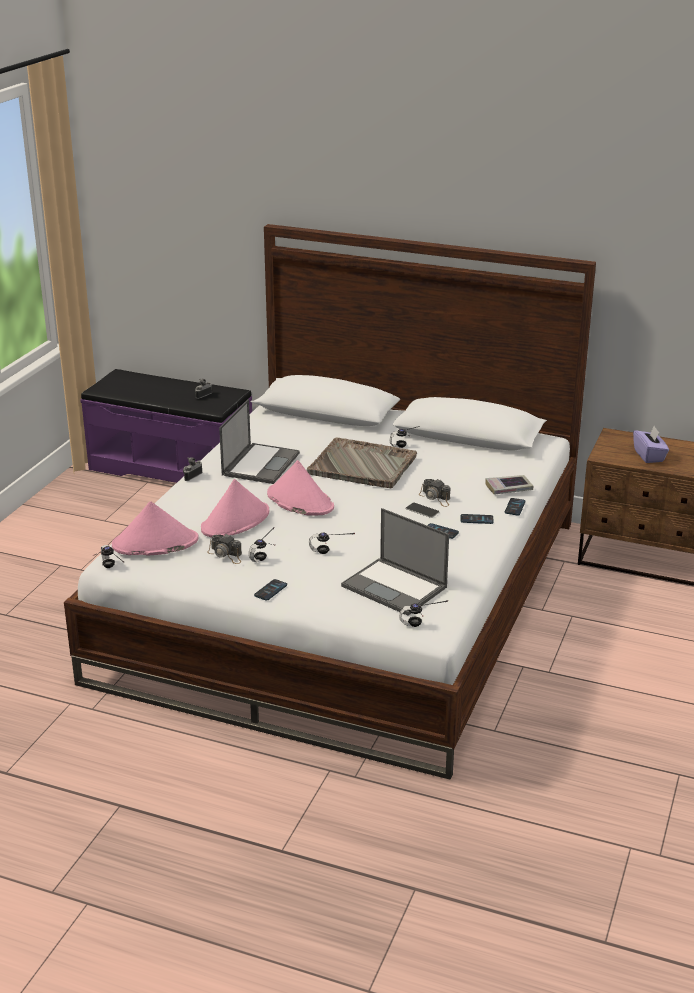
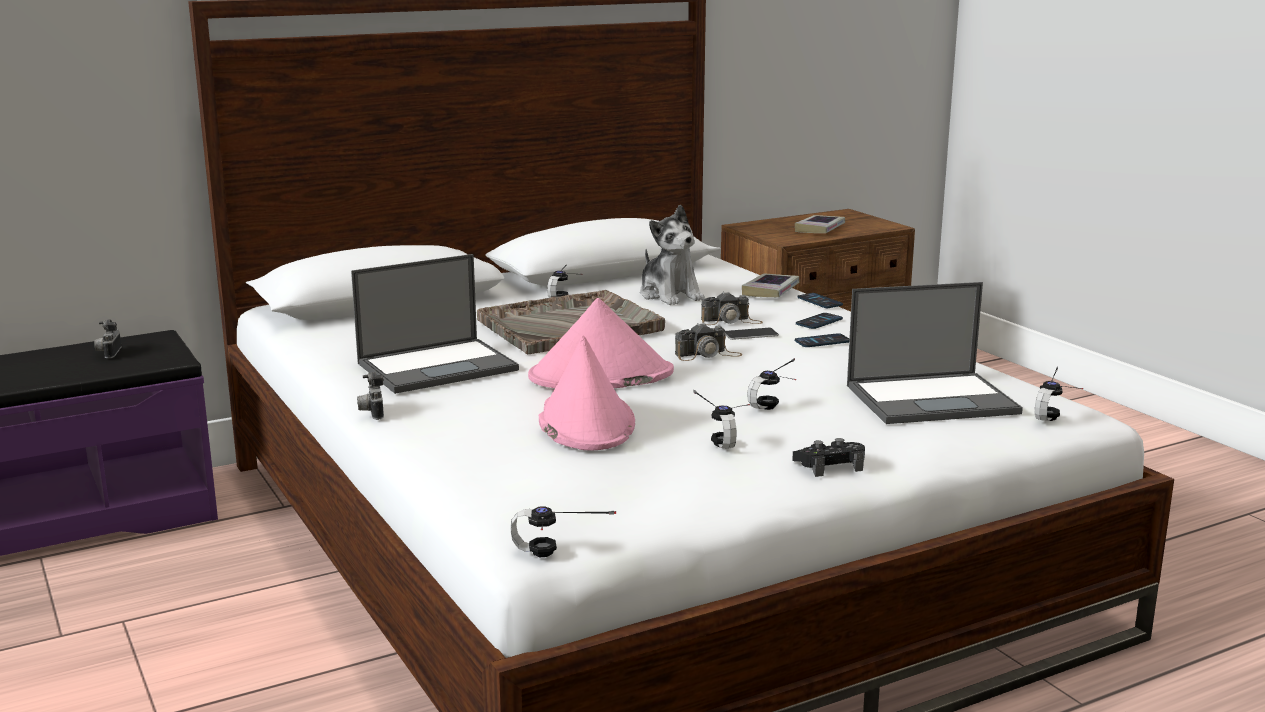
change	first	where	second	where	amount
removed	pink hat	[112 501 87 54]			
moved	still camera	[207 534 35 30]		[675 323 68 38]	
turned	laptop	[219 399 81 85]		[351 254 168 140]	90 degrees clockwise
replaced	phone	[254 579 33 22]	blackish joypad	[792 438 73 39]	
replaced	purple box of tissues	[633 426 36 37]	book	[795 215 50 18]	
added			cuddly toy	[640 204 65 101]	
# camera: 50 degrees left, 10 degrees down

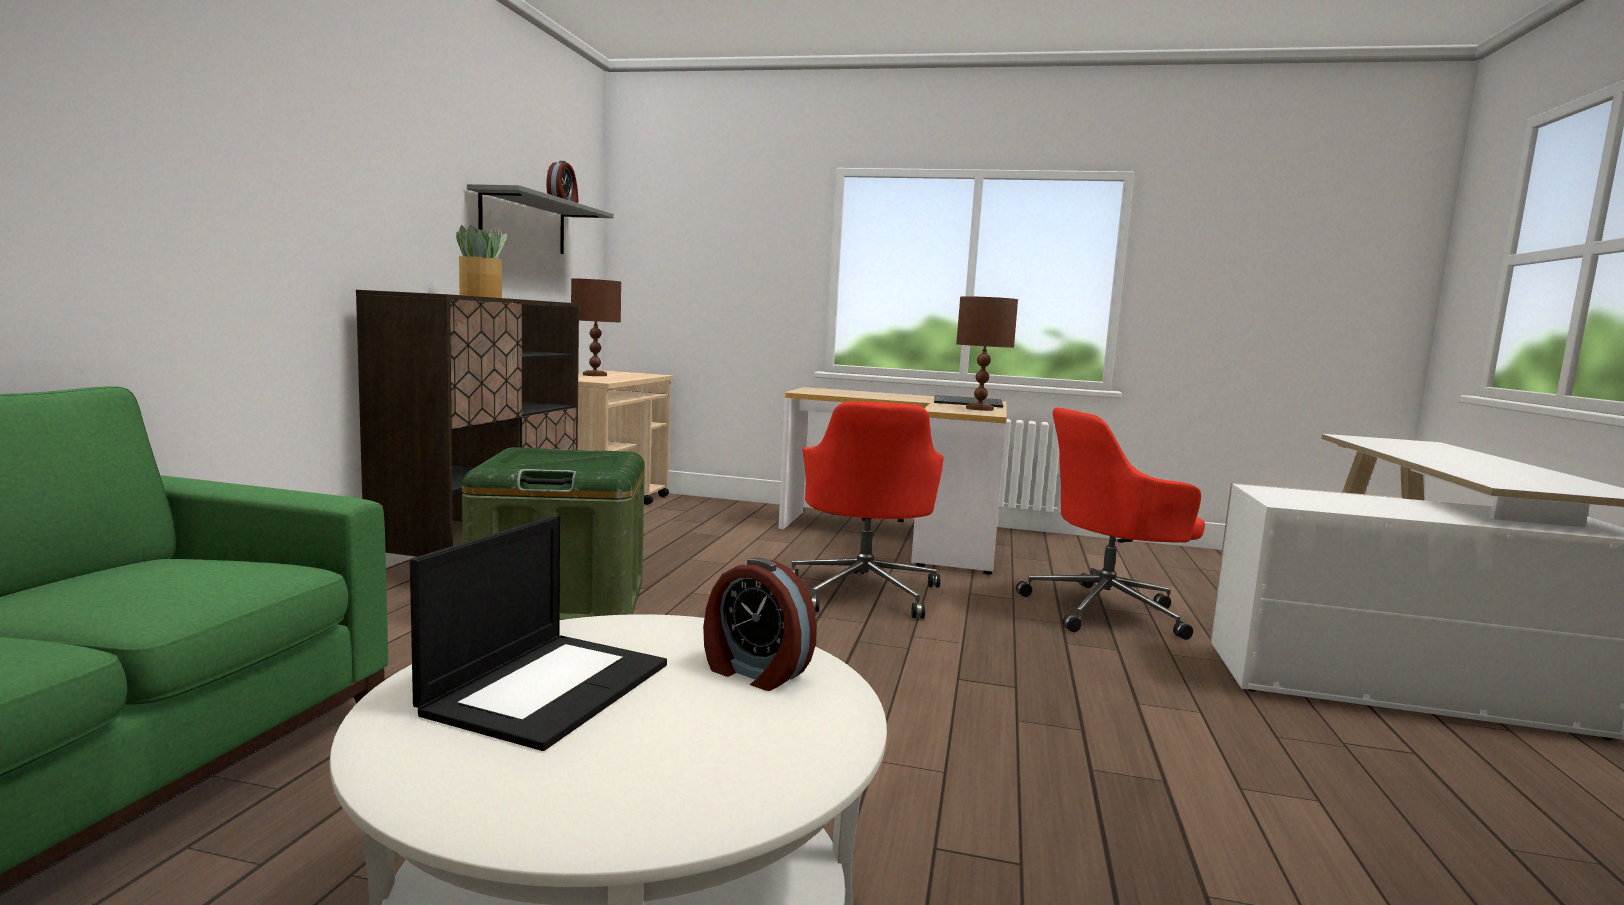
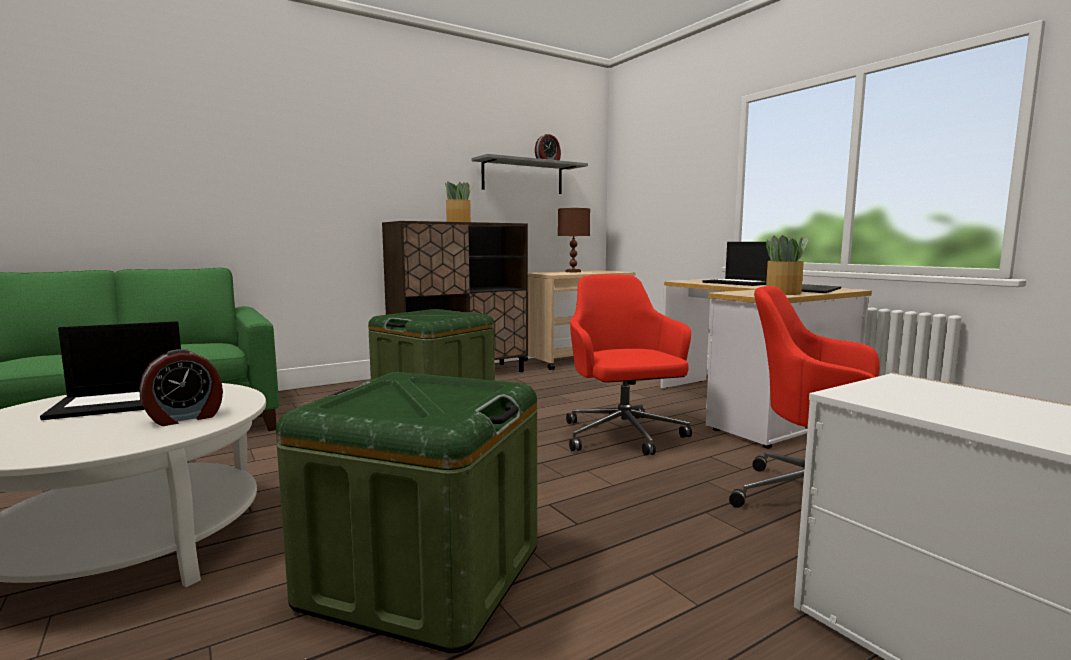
change	first	where	second	where	amount
turned	bedside clock	[703 557 114 134]		[139 349 84 77]	120 degrees counterclockwise
turned	red desk chair	[790 401 154 218]		[566 274 126 182]	120 degrees clockwise
replaced	brown lamp for a table	[956 296 62 115]	houseplant	[766 235 42 60]	
added			green storage box	[276 372 261 281]	
added			laptop	[702 242 69 44]	
# camera: 45 degrees right, 0 degrees up

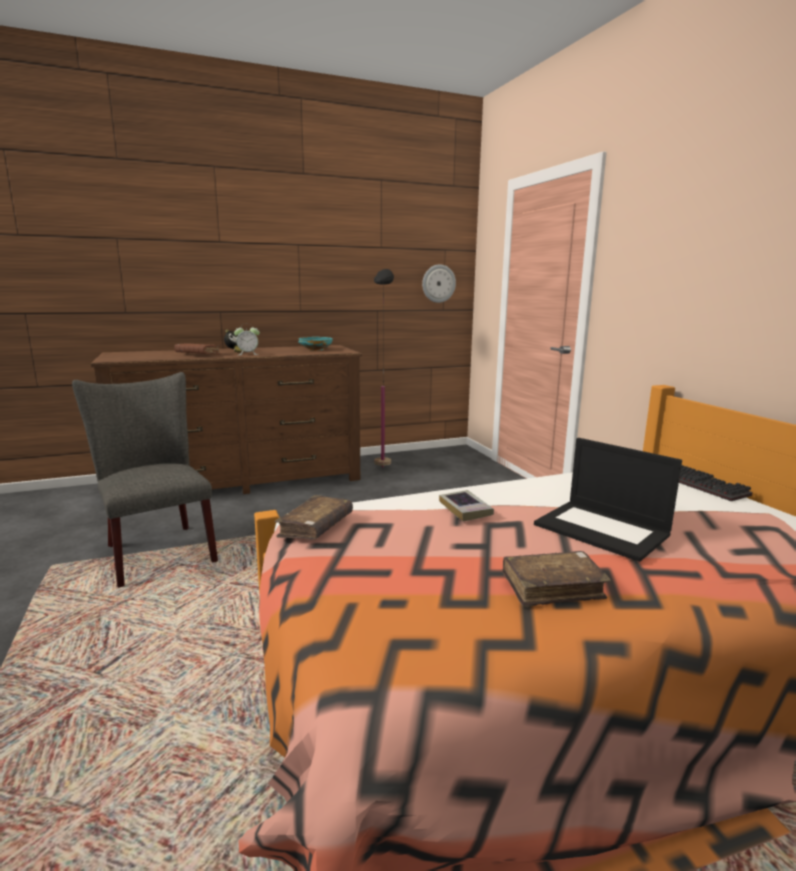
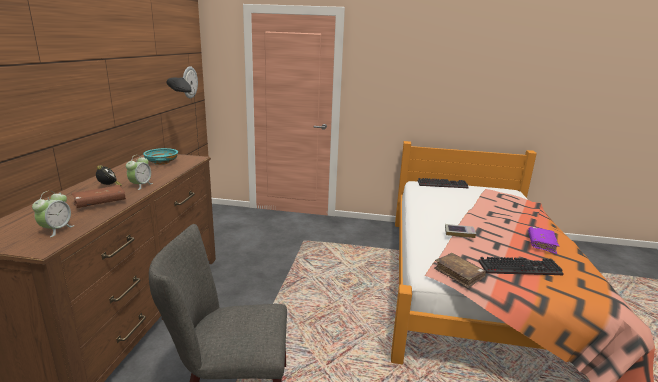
change	first	where	second	where	amount
recoloured	brown book	[503 551 108 56]	purple book	[528 227 32 27]	
removed	laptop	[534 438 148 124]			
added			bedside clock	[32 191 42 46]	
added			PC keyboard	[478 257 86 18]	
# camera: 60 degrees left, 5 degrees up

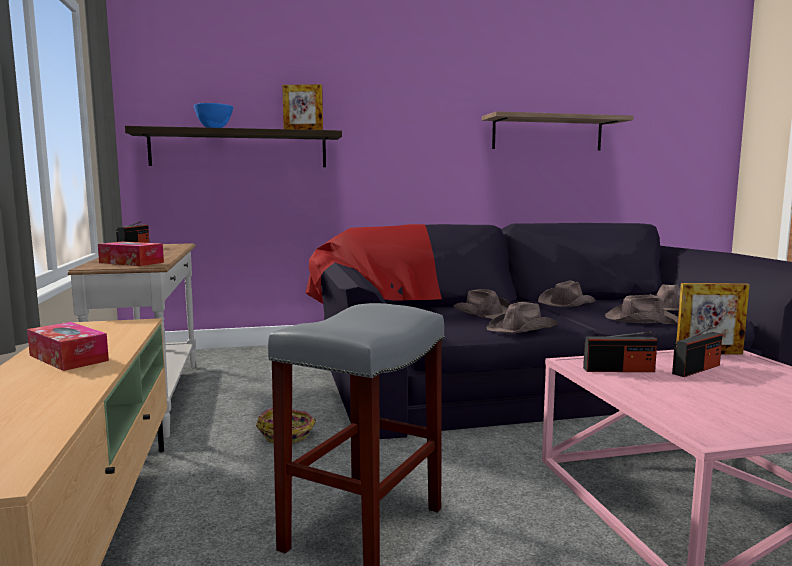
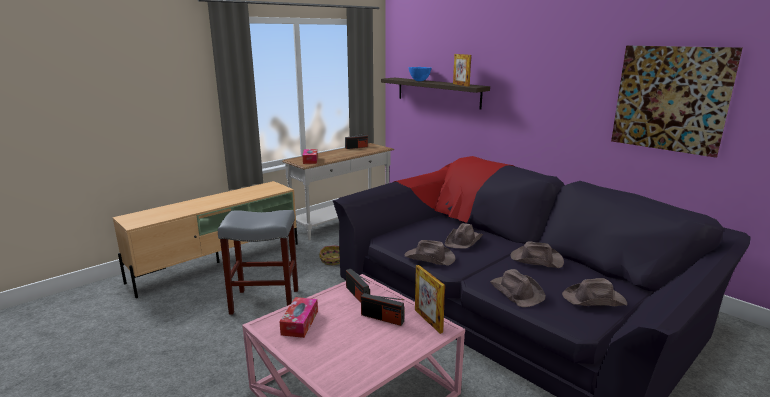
change	first	where	second	where	amount
moved	box of tissues	[27 322 82 49]		[279 297 39 41]	
replaced	bracket shelf	[482 111 151 40]	wall picture	[611 46 131 112]	
# camera: 60 degrees right, 10 degrees up

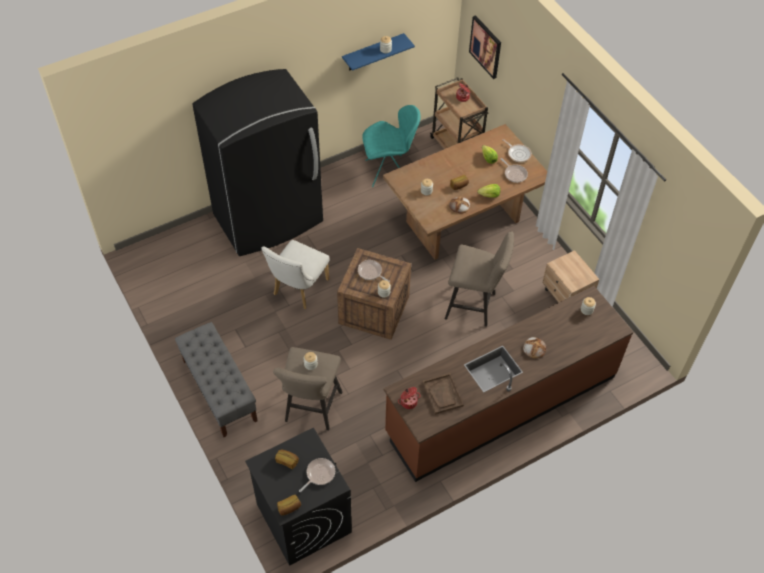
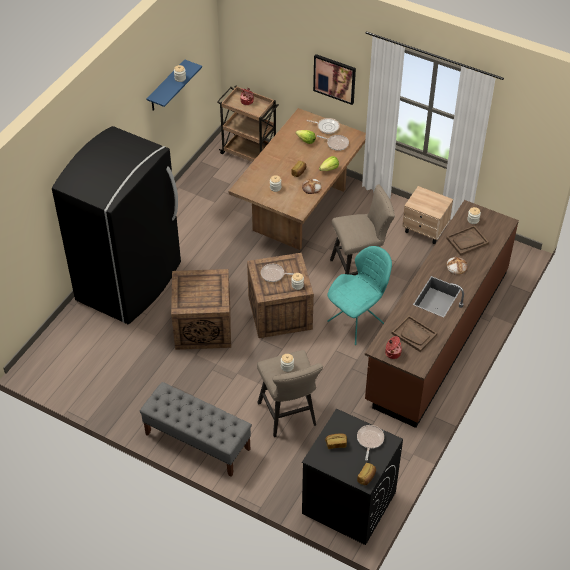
change	first	where	second	where	amount
replaced	white-coloured upright chair	[261 240 69 69]	packing crate	[171 269 60 81]	
moved	turquoise upright chair	[362 105 59 82]		[327 246 65 99]	
moved	wall picture	[469 15 32 64]		[313 54 43 51]	
added			brown carrying tray	[446 225 43 31]	
# camera: 30 degrees left, 5 degrees down

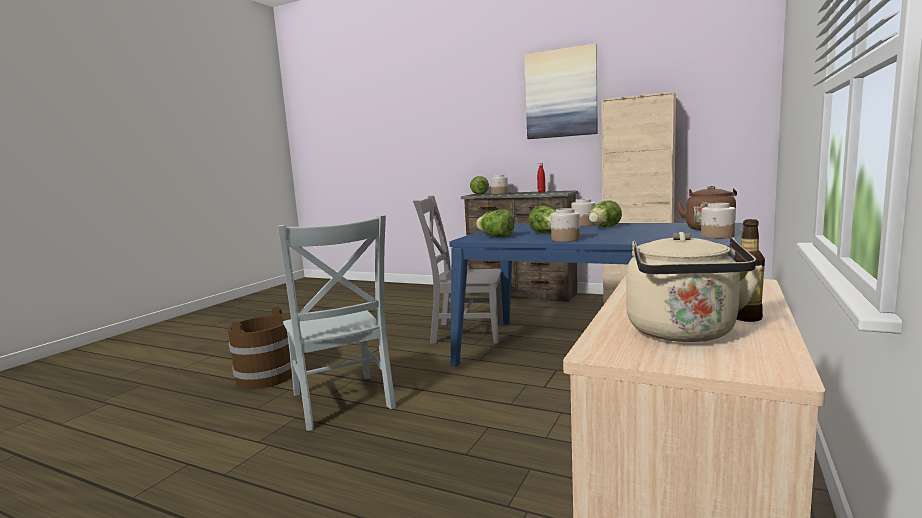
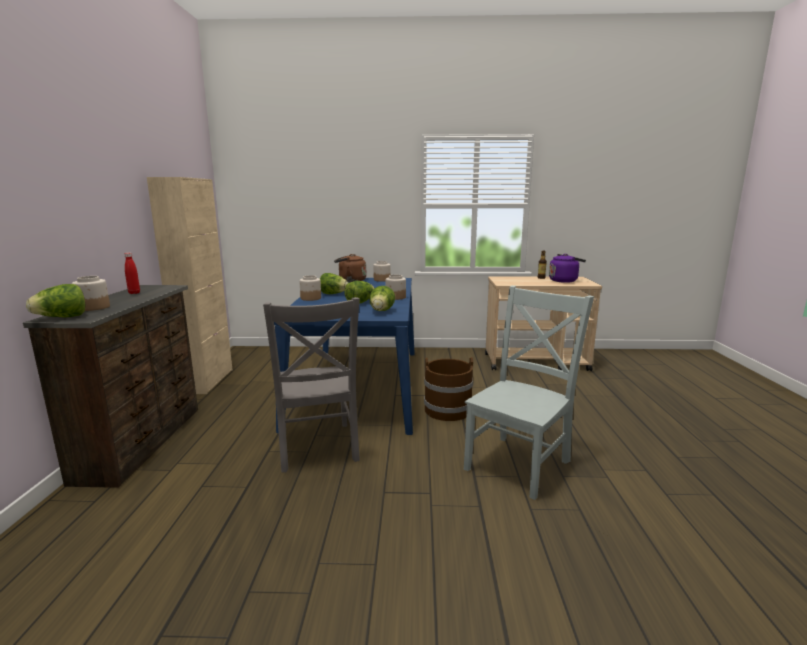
change	first	where	second	where	amount
moved	brown bucket	[228 306 64 83]		[424 357 49 64]	
removed	wall picture	[524 43 74 96]			
recoloured	beige tea kettle	[626 232 136 110]	purple tea kettle	[549 254 37 29]	
# camera: 115 degrees left, 5 degrees up

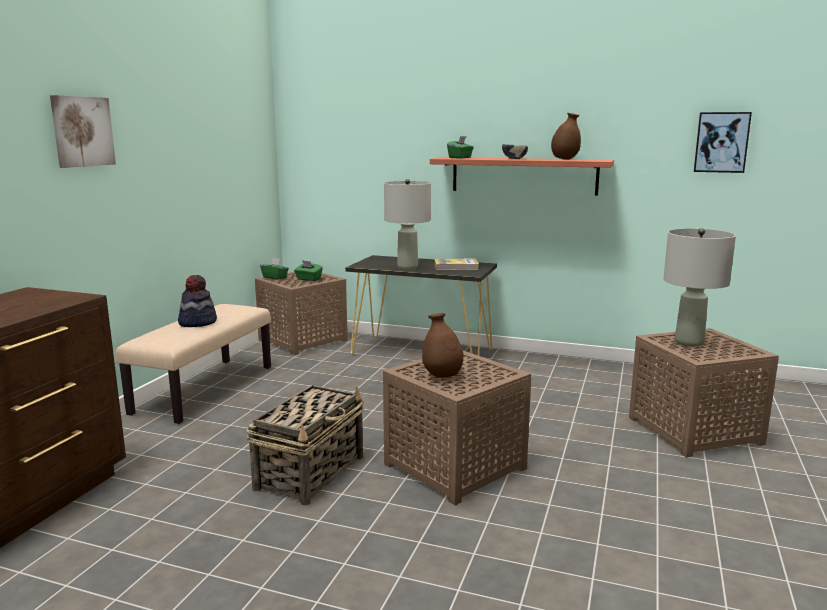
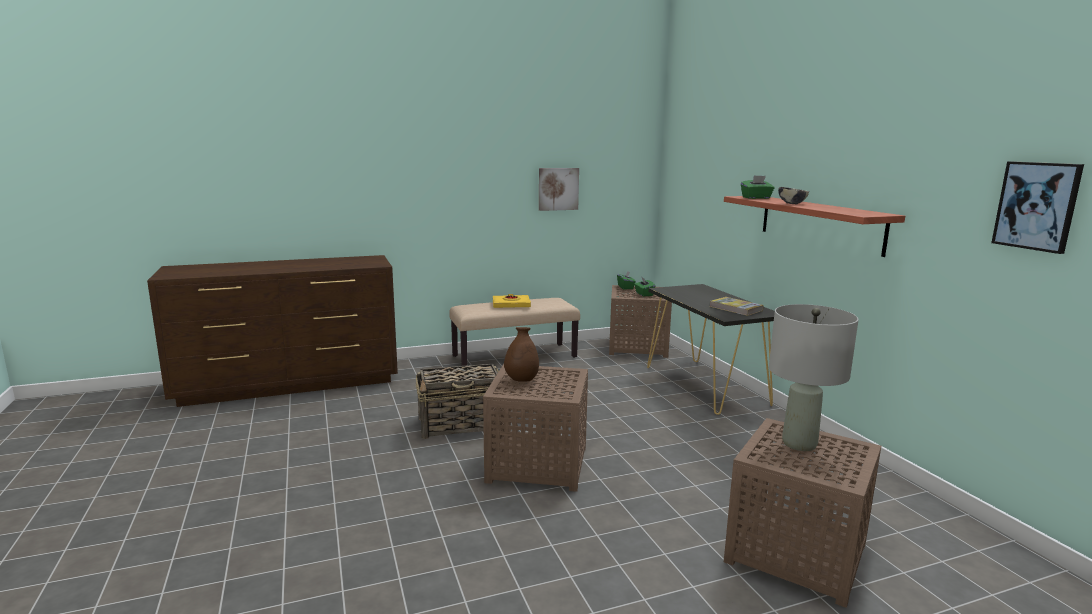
change	first	where	second	where	amount
moved	wall picture	[50 95 66 73]		[539 168 40 43]	
replaced	hat	[178 275 39 52]	yellowish book	[493 294 38 14]	
removed	greyish lamp for a table	[384 179 47 91]			
removed	brown decorative vase	[551 113 30 47]			
# camera: 50 degrees right, 0 degrees up

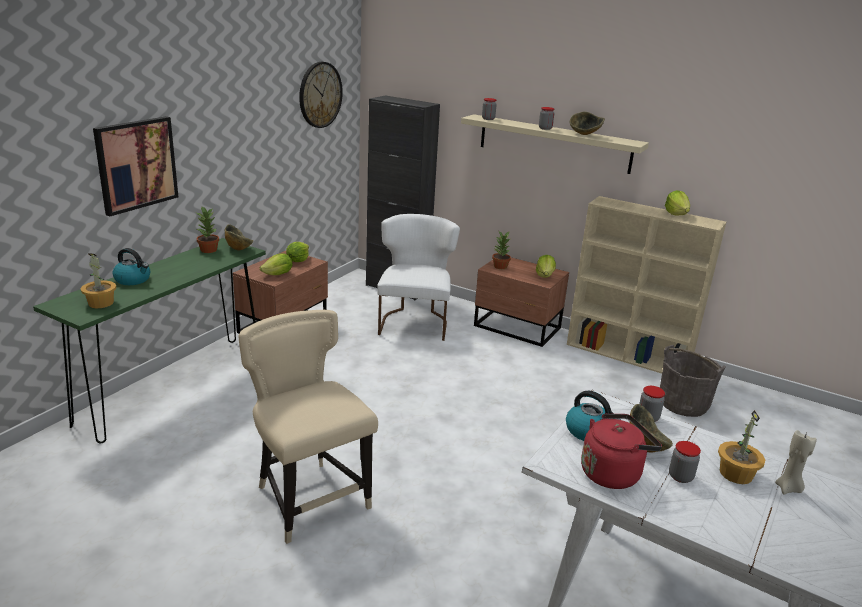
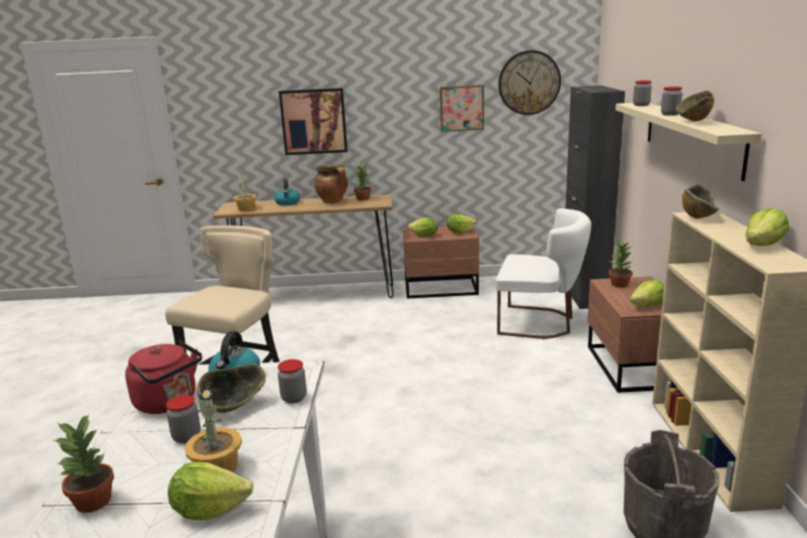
change	first	where	second	where	amount
recoloured	green hall table	[33 238 233 205]	brown hall table	[213 195 181 103]	
moved	deep dish	[225 224 28 26]		[682 185 37 34]	
turned	white-coloured upright chair	[377 214 83 127]		[496 208 95 131]	45 degrees clockwise
replaced	beige candle	[775 430 42 65]	head of lettuce	[168 462 85 58]	
added			houseplant	[52 414 62 99]	
added			stockpot	[314 164 34 39]	
added			wall picture	[440 85 44 47]	
# camera: 60 degrees right, 5 degrees down

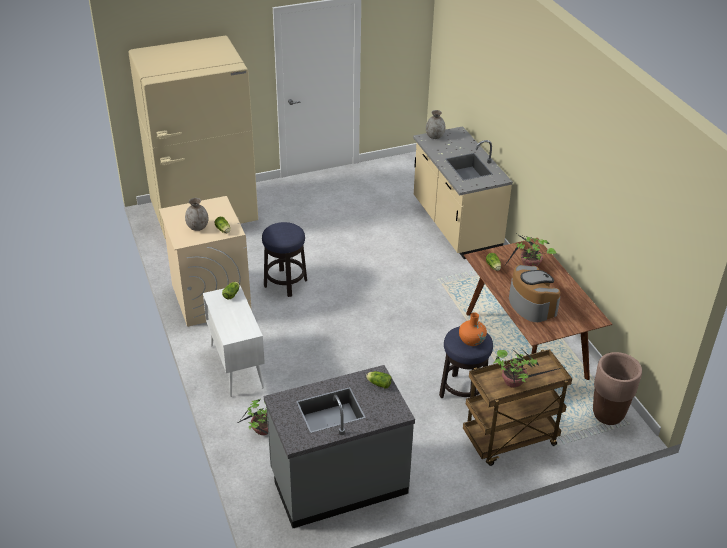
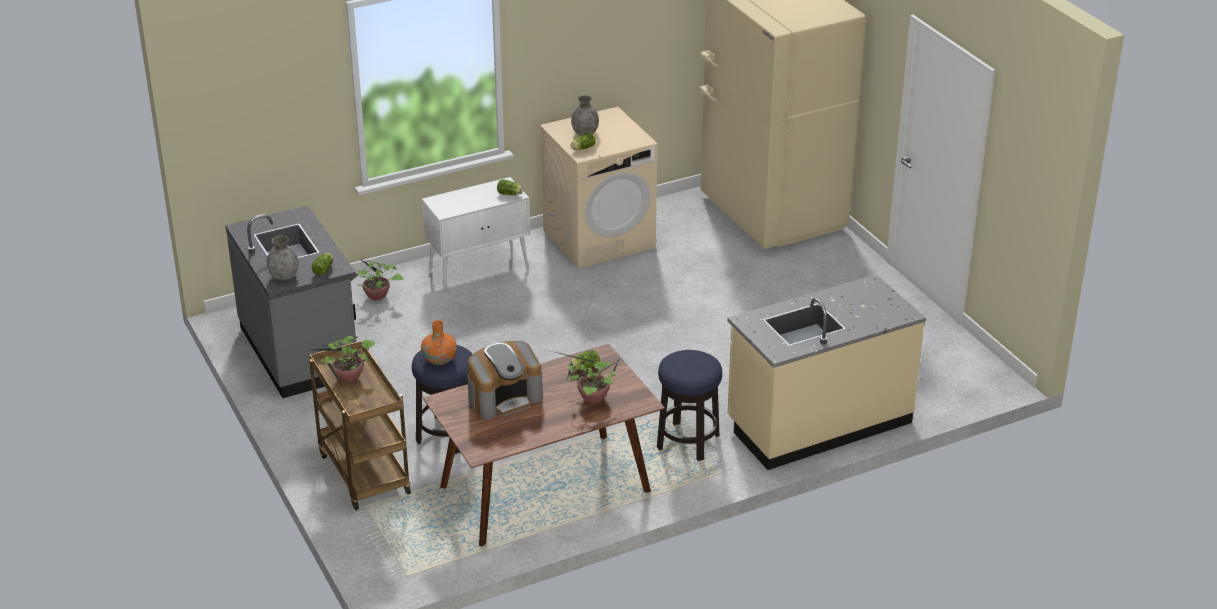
change	first	where	second	where	amount
moved	stool seat	[262 222 45 75]		[657 350 65 111]	
moved	greyish decorative vase	[426 110 20 29]		[267 236 32 45]	
removed	brown flower pot	[593 352 49 73]			
# camera: 85 degrees right, 5 degrees down

